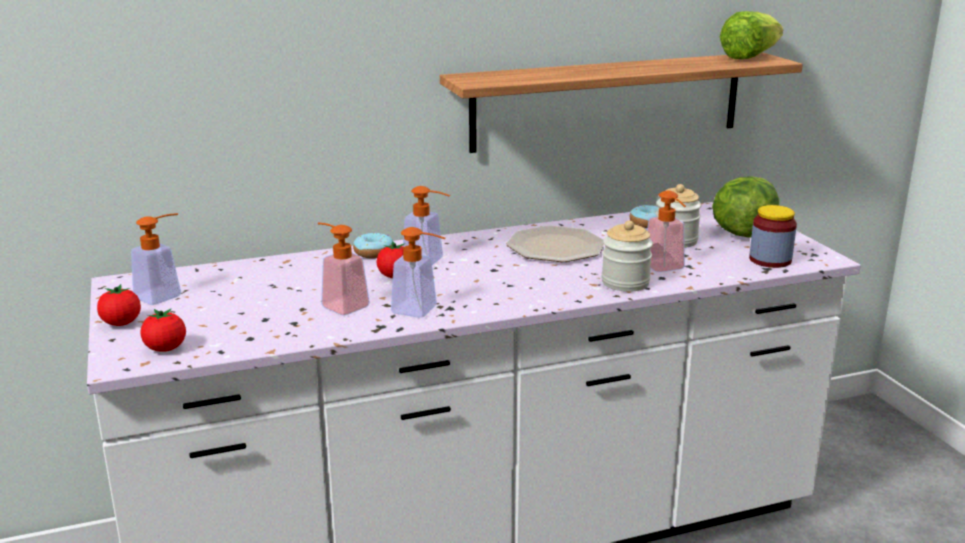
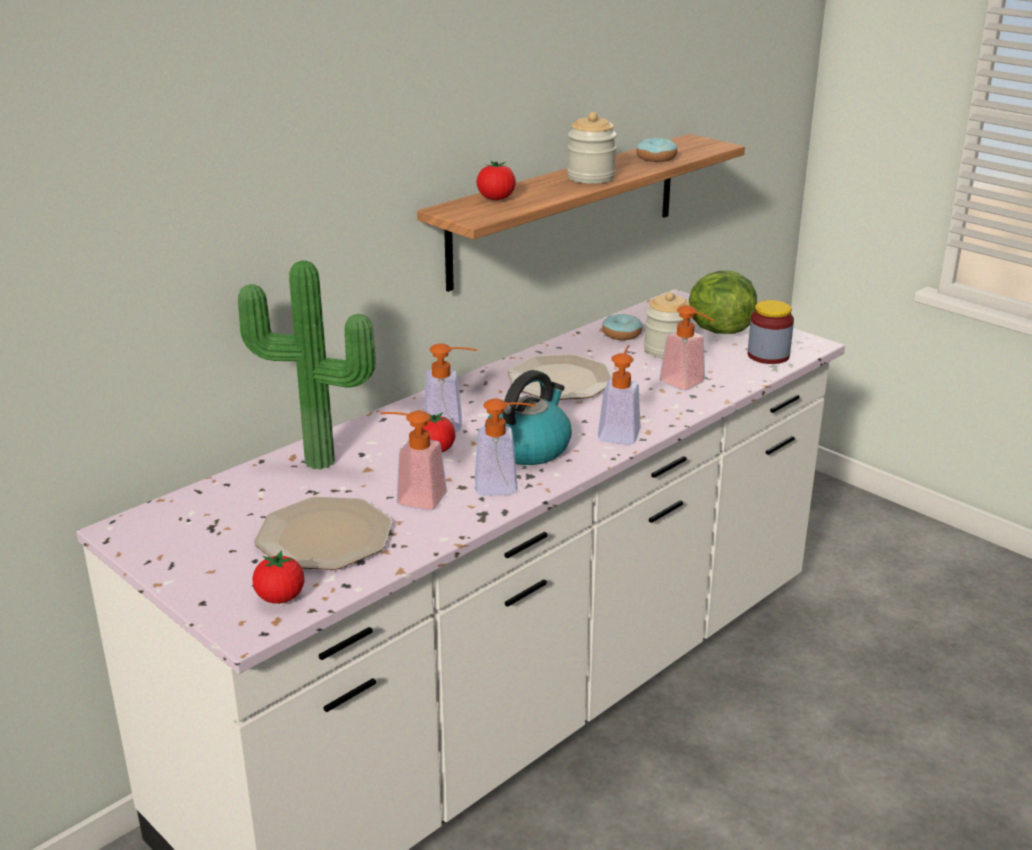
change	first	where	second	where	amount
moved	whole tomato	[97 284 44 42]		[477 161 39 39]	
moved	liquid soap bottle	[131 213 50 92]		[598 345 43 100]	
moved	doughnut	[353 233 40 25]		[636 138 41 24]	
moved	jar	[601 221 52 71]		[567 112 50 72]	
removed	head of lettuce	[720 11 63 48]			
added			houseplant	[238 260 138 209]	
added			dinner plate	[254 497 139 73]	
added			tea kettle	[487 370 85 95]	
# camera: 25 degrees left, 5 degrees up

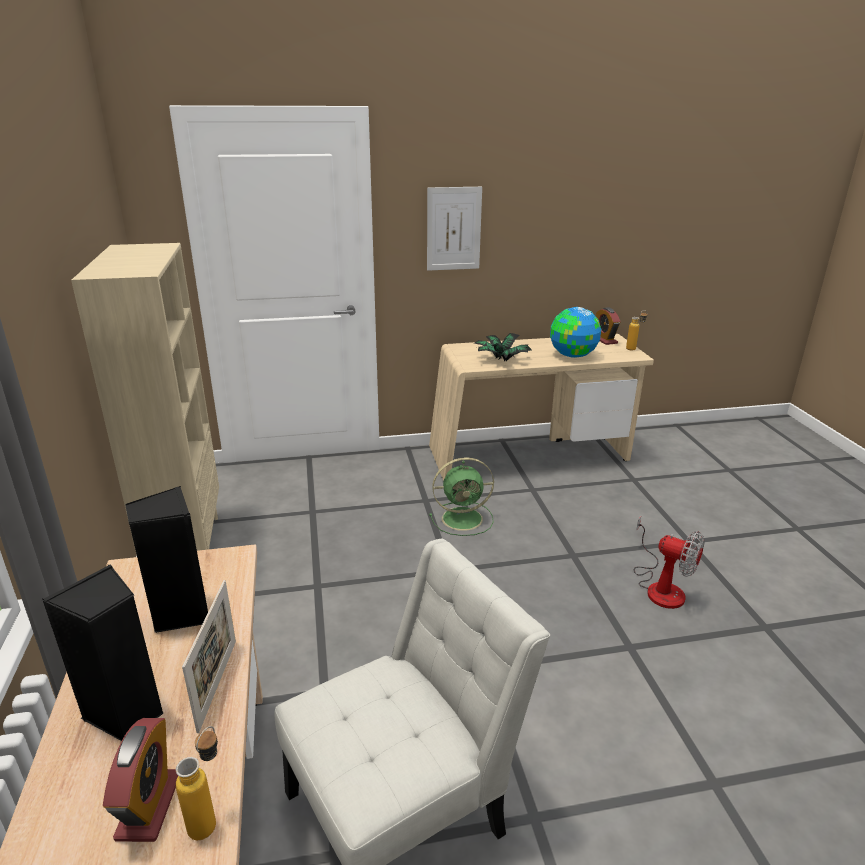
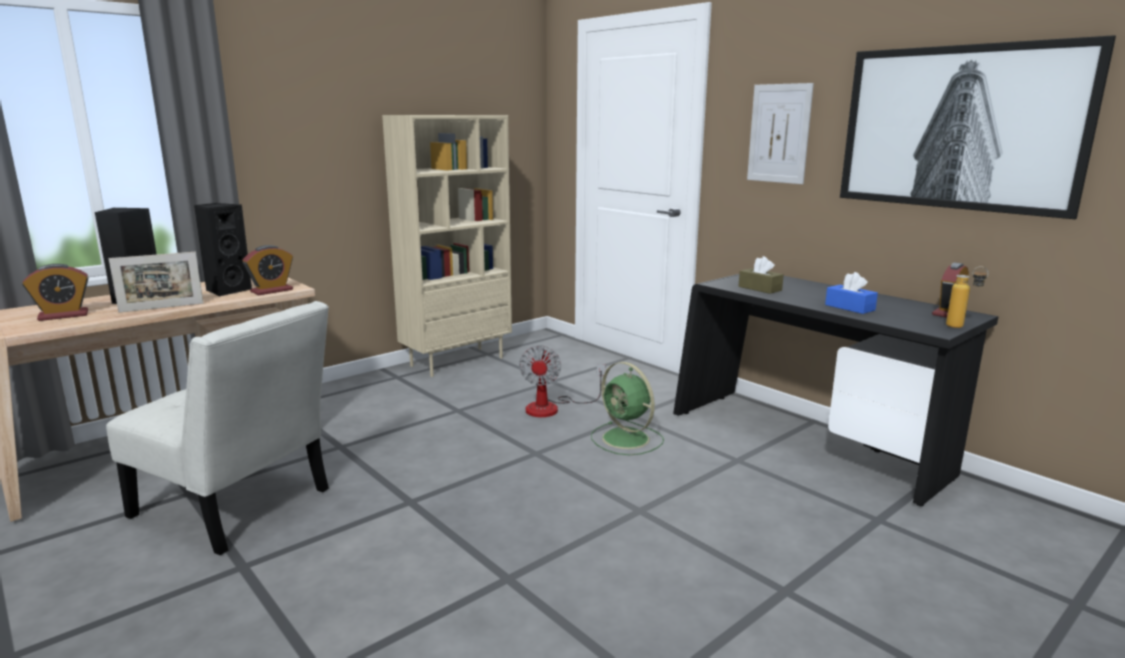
change	first	where	second	where	amount
removed	beverage bottle	[176 726 42 114]			
recoloured	beige desk table	[429 334 225 147]	blackish desk table	[673 274 325 232]	
replaced	houseplant	[474 333 58 28]	brown box of tissues	[739 256 45 38]	
replaced	world globe	[550 307 51 51]	blue box of tissues	[825 272 53 42]	
moved	fan	[634 516 71 93]		[519 345 86 72]	
added			bedside clock	[243 245 50 50]	
added			wall picture	[840 35 276 184]	
# camera: 60 degrees right, 10 degrees down

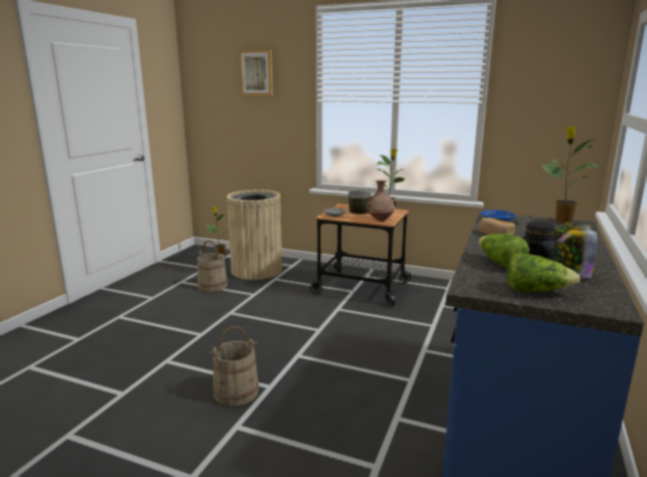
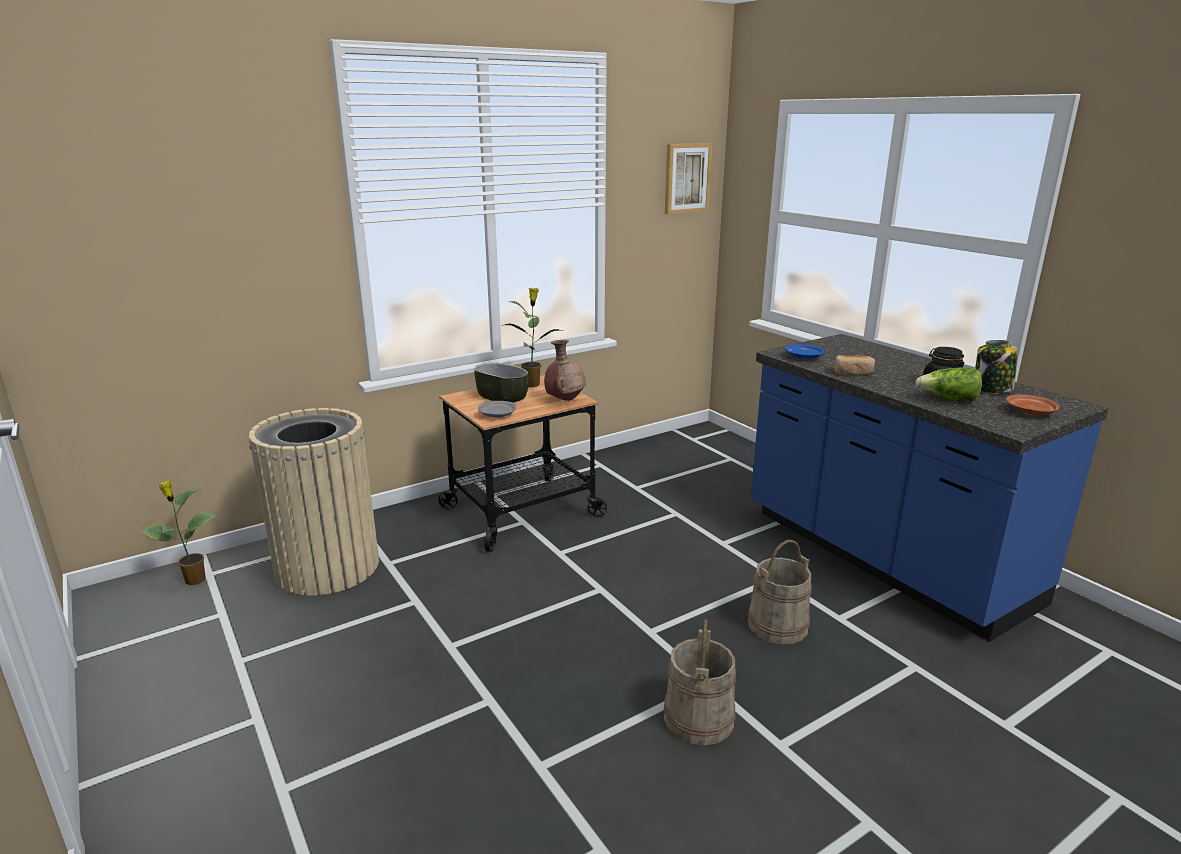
change	first	where	second	where	amount
moved	beige bucket	[197 240 31 52]		[748 540 64 104]	
moved	wall picture	[239 50 34 46]		[665 143 48 71]	
replaced	head of lettuce	[507 253 73 39]	brown dinner plate	[1006 394 54 22]	
removed	houseplant	[541 126 58 97]			
# camera: 55 degrees left, 5 degrees up

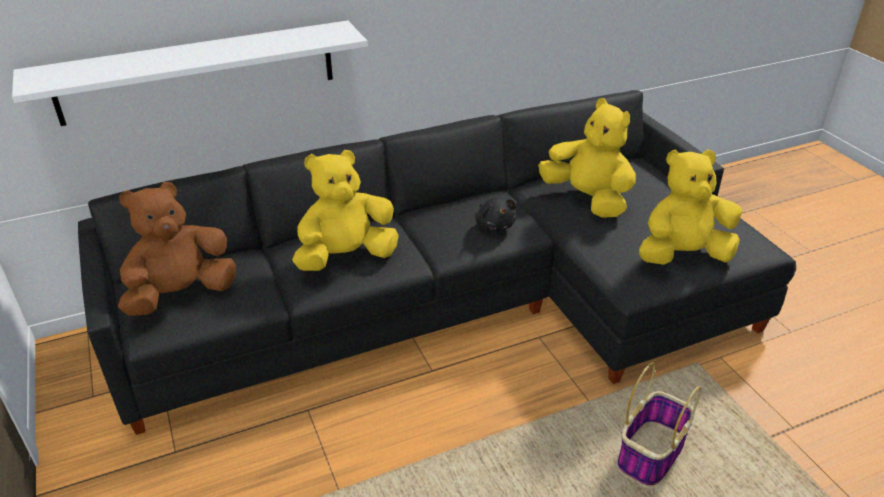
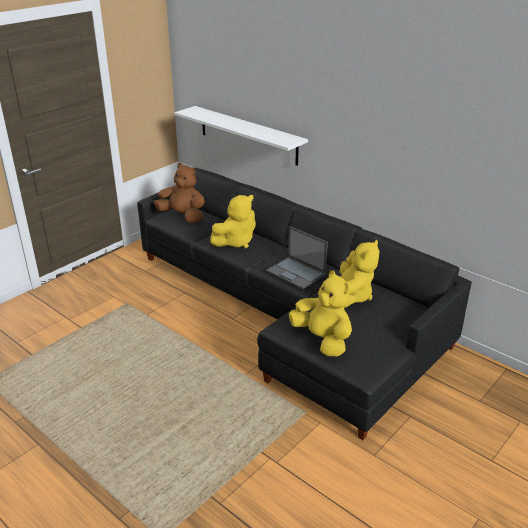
change	first	where	second	where	amount
turned	yellowish cuddly toy	[292 150 107 121]		[210 195 46 54]	105 degrees clockwise
replaced	blackish cuddly toy	[476 198 41 33]	laptop	[266 226 62 63]	
removed	household basket	[617 362 84 125]			
# camera: 65 degrees right, 5 degrees down

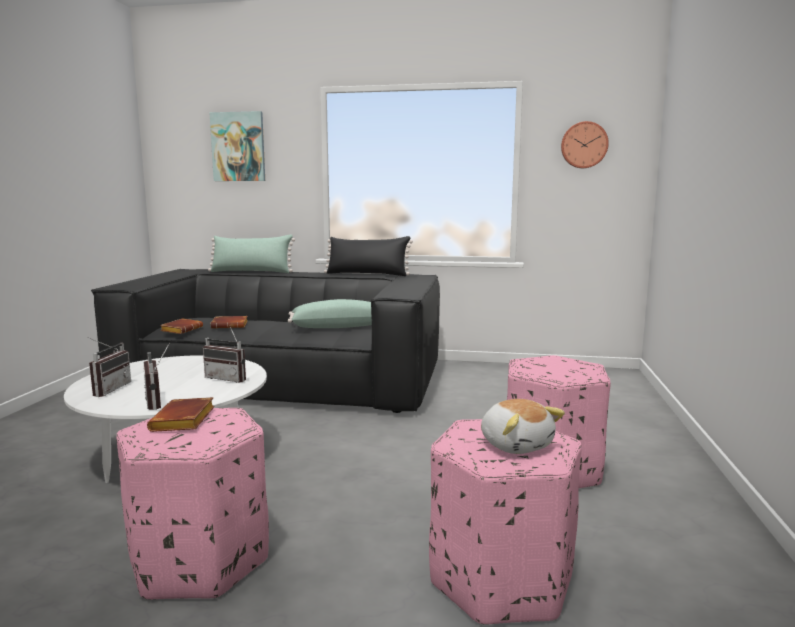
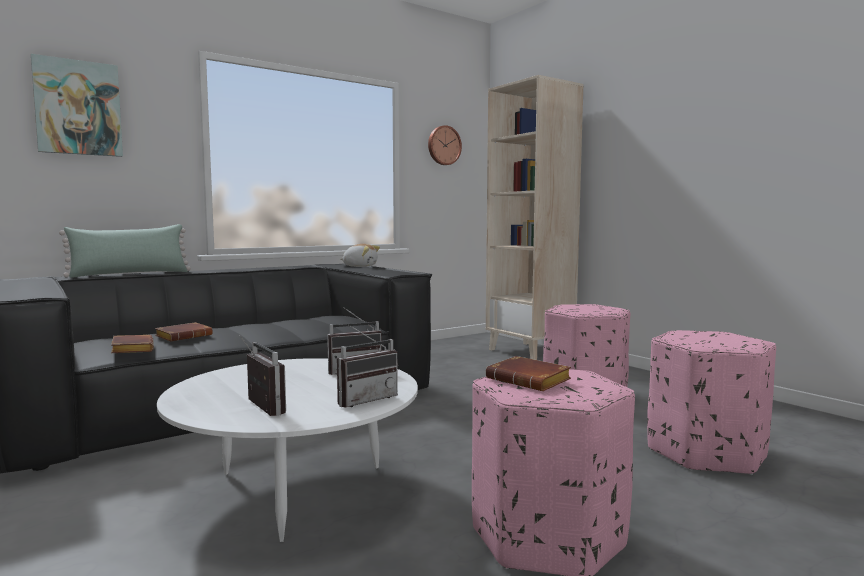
change	first	where	second	where	amount
turned	radio receiver	[143 343 27 67]		[337 324 61 83]	60 degrees counterclockwise
removed	green cushion	[288 299 84 29]			
removed	blackish cushion	[324 236 89 40]			
moved	cuddly toy	[481 399 84 55]		[340 244 40 23]	
added			beige bookshelf	[486 75 97 285]	
# camera: 45 degrees left, 5 degrees down

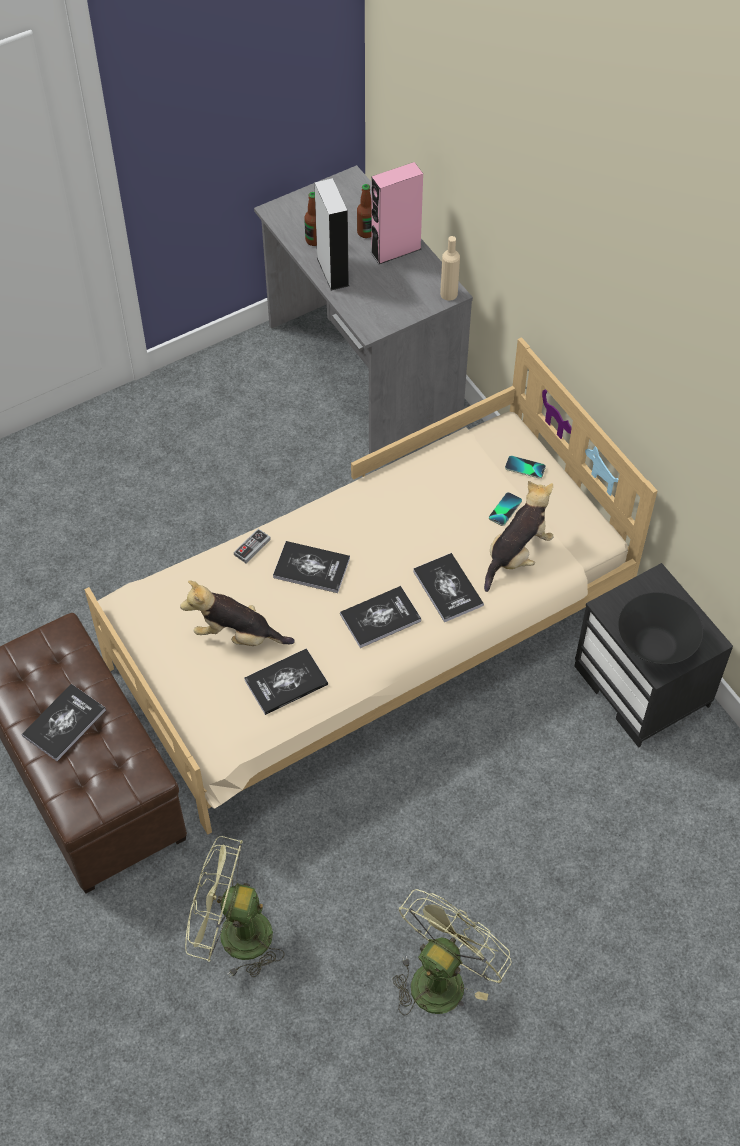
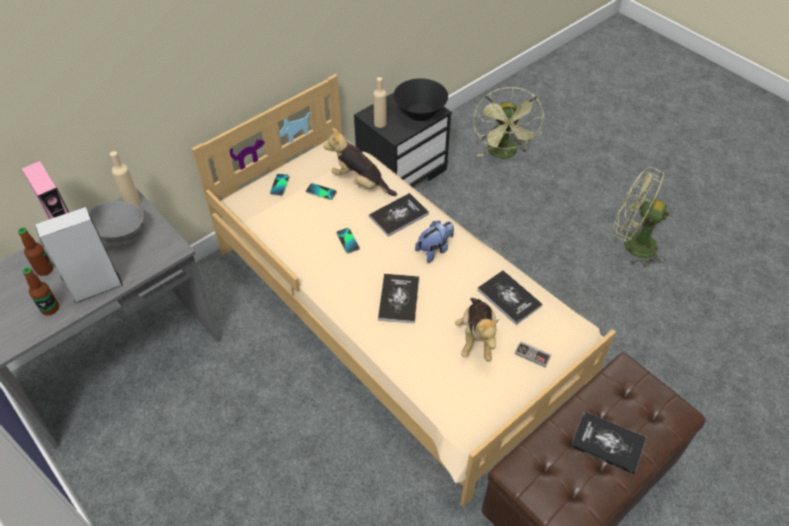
change	first	where	second	where	amount
moved	green fan	[185 836 100 142]		[473 87 71 72]	
moved	joypad	[234 529 37 34]		[515 341 36 26]	
replaced	book	[340 586 81 62]	cuddly toy	[415 221 39 42]	
added			greyish deep dish	[89 201 55 41]	
added			phone	[336 228 24 26]	
added			beige beverage bottle	[373 77 14 51]	
# camera: 100 degrees left, 5 degrees down

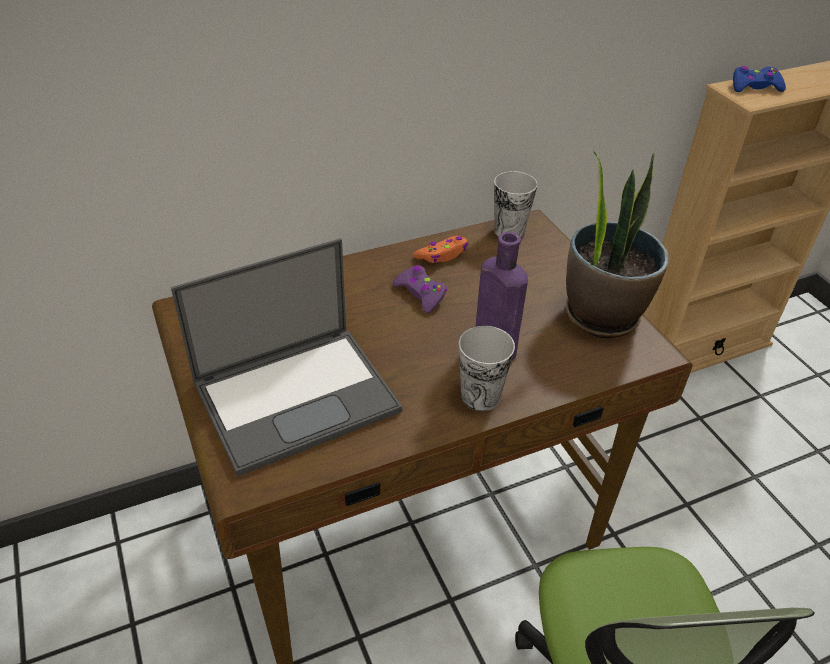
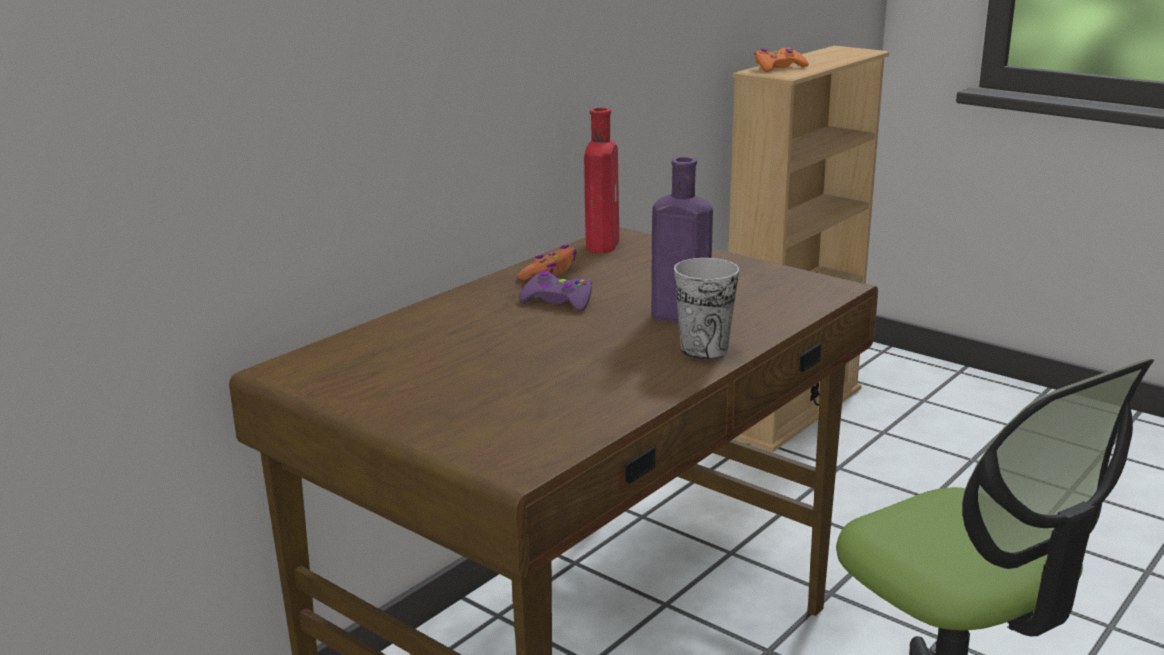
change	first	where	second	where	amount
removed	laptop	[171 238 231 239]			
replaced	cup	[494 171 44 67]	red beverage bottle	[584 108 35 145]	
removed	houseplant	[566 152 103 186]			
recoloured	blue joypad	[733 66 53 26]	orange joypad	[754 48 55 24]	
# camera: 25 degrees left, 20 degrees down

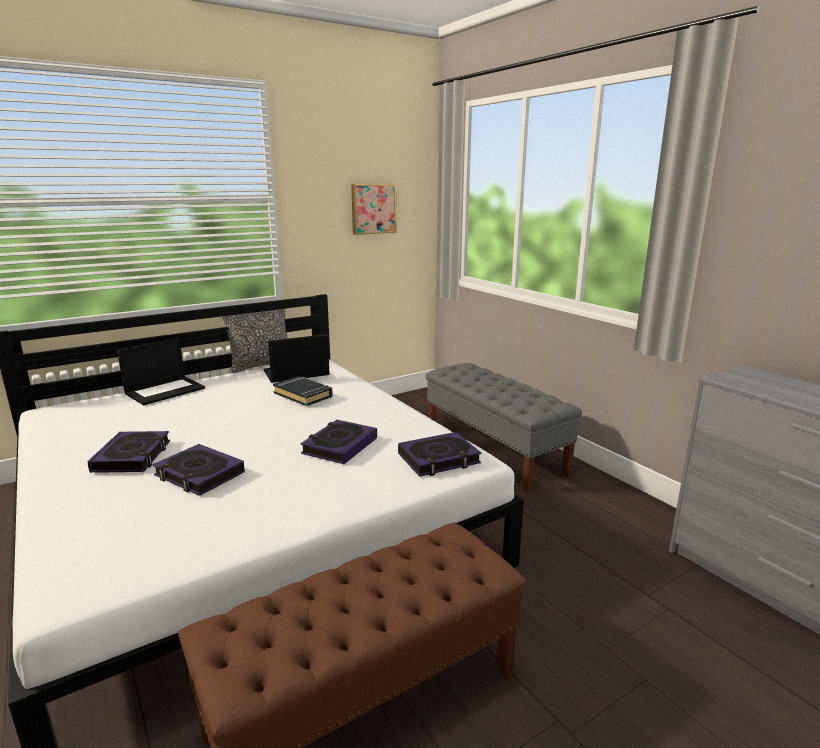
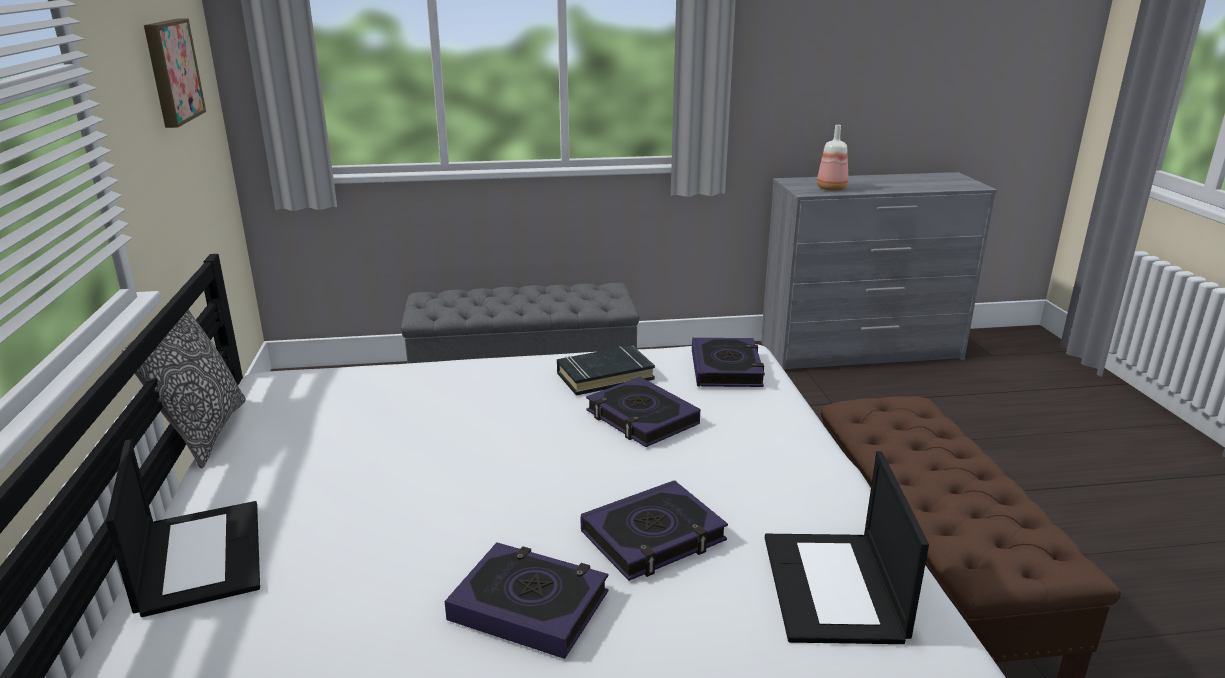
change	first	where	second	where	amount
moved	laptop	[263 334 66 49]		[765 451 164 193]	
moved	blackish book	[273 376 60 30]		[557 345 98 51]	
added			beverage bottle	[817 125 31 66]	
# camera: 65 degrees left, 5 degrees up

